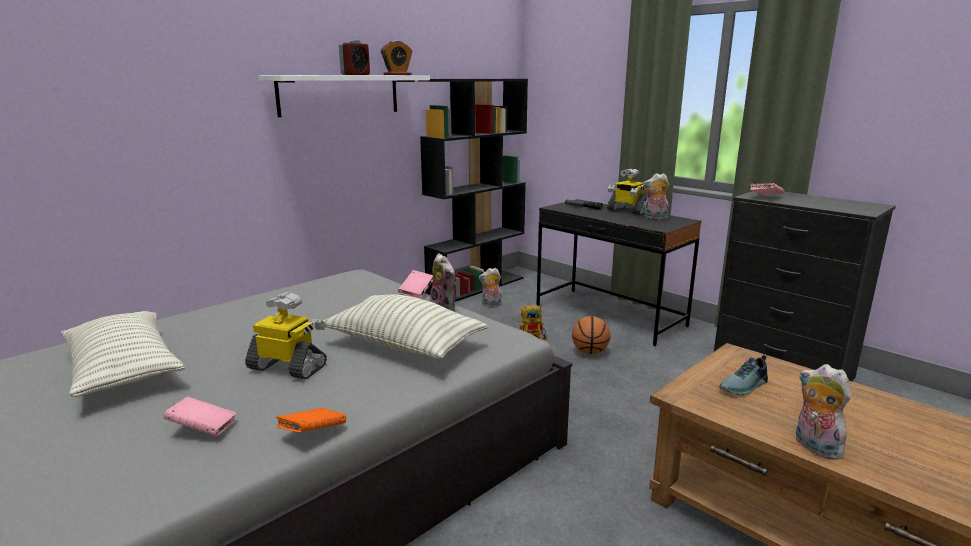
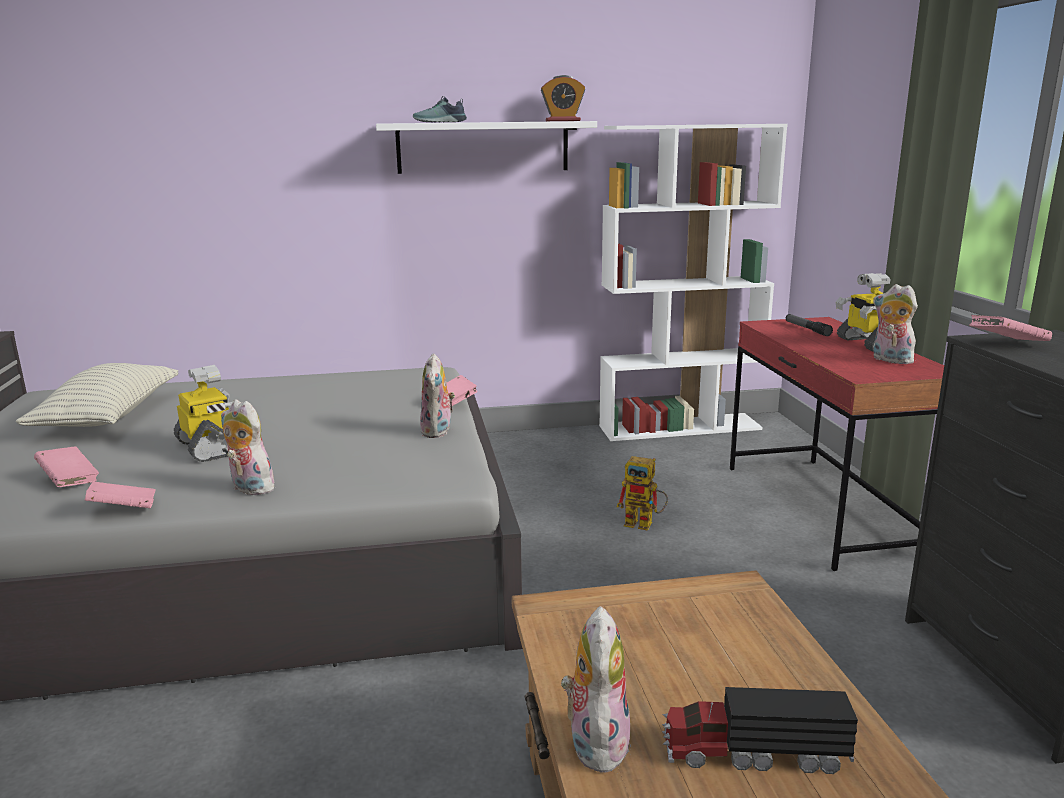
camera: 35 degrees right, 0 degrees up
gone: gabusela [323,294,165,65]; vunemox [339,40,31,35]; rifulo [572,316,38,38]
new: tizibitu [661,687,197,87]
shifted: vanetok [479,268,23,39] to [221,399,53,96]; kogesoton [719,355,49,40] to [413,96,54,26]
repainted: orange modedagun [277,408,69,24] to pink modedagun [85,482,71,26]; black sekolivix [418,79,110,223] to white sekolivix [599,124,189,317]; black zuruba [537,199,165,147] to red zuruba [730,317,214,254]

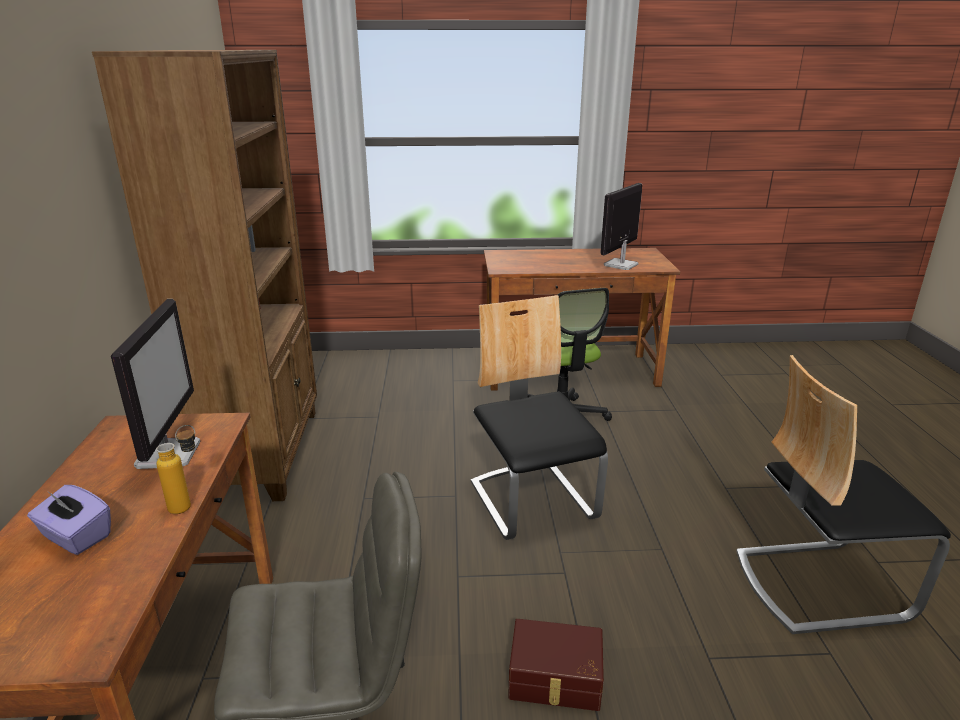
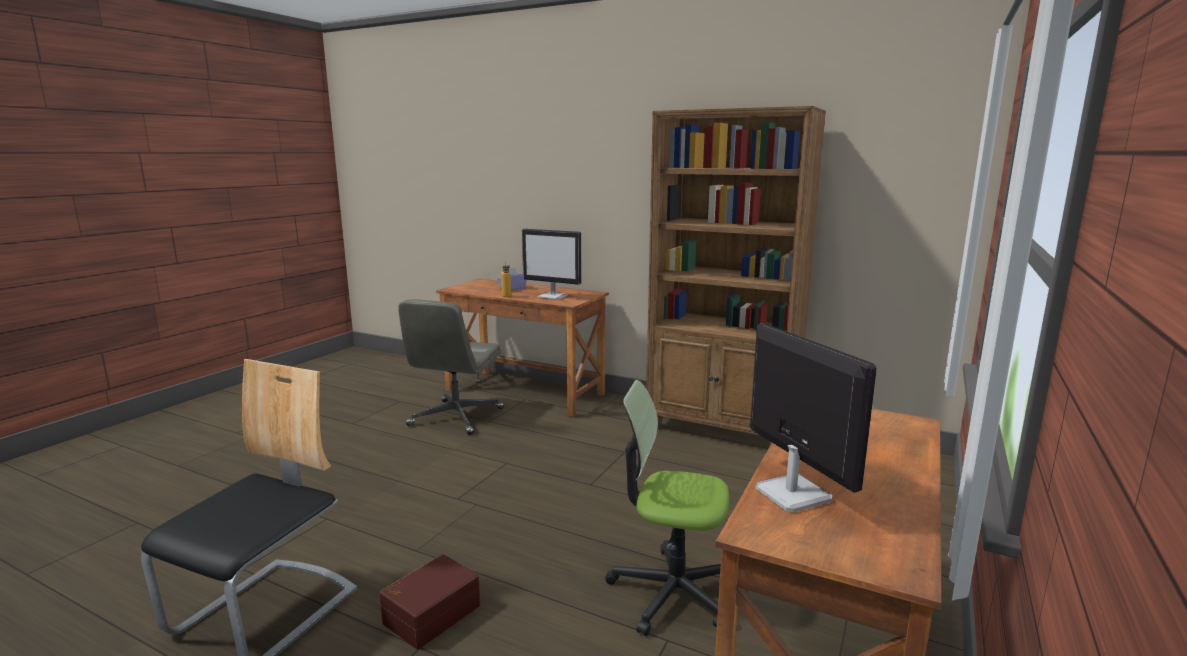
camera: 120 degrees right, 10 degrees down
gone: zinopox [471,295,137,245]
shifted: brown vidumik [508,619,96,92] to [379,554,101,96]

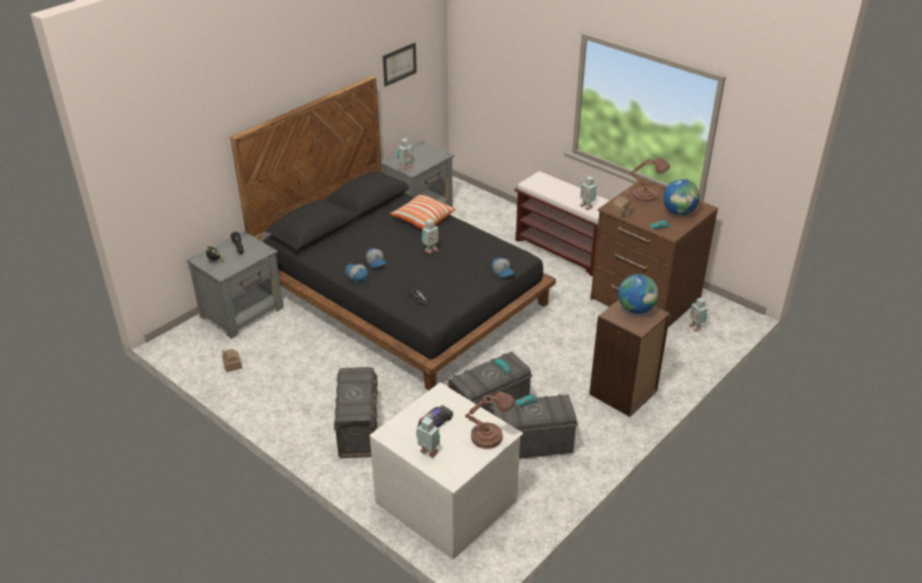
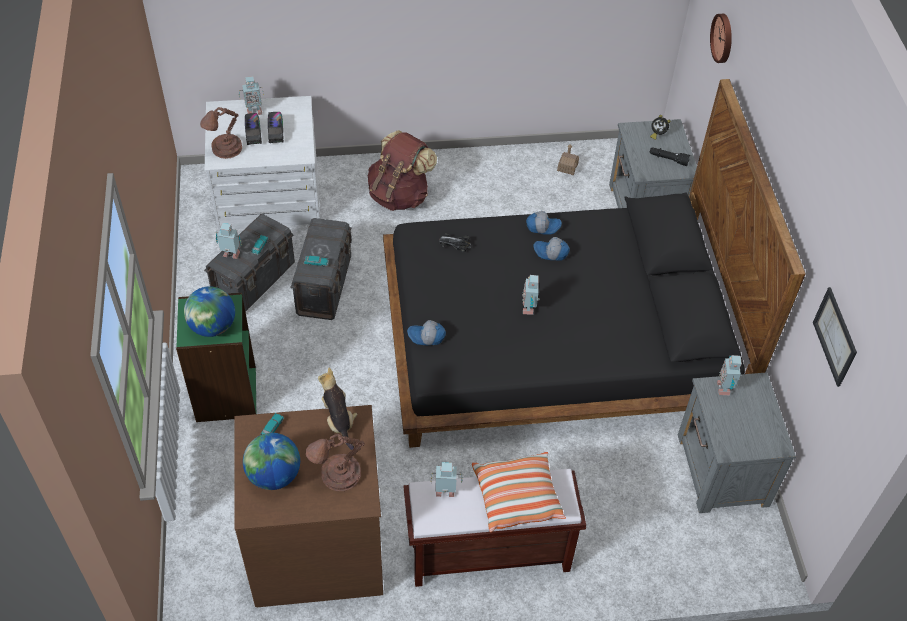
camera: 130 degrees right, 15 degrees up
new: tizibitu [245,113,17,32]; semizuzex [710,14,22,49]
shifted: gabusela [390,194,66,35] to [472,452,94,80]; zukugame [688,297,20,35] to [216,223,26,36]
swapped: grey vidumik [334,367,44,91] to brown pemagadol [368,130,69,81]; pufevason [611,190,23,28] to vanetok [318,368,39,82]
repainted: brown sekolivix [589,300,81,117] to green sekolivix [176,293,80,129]

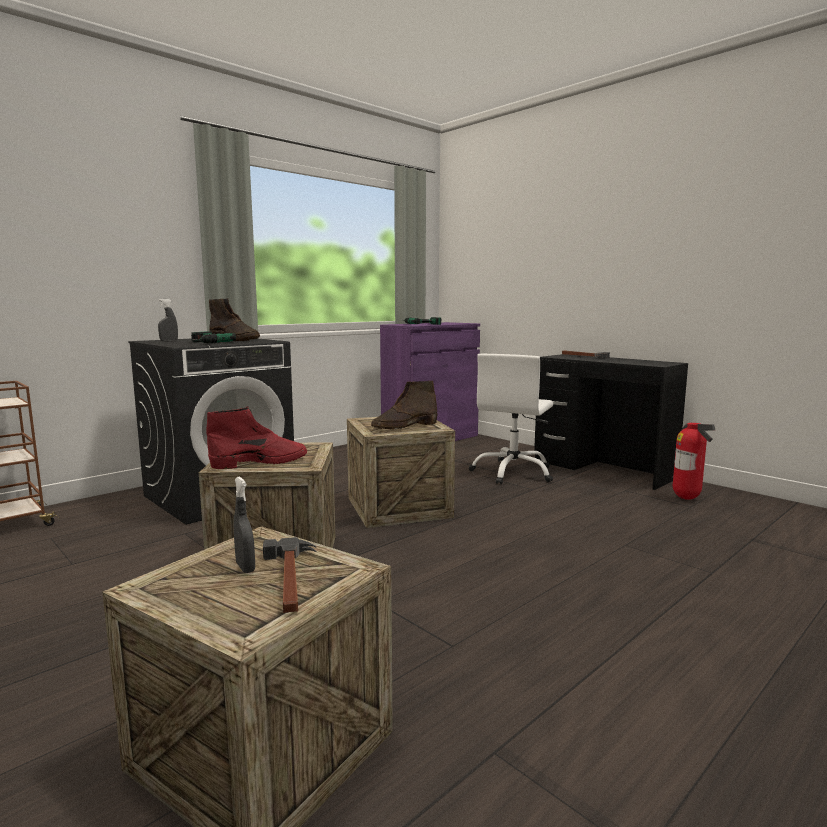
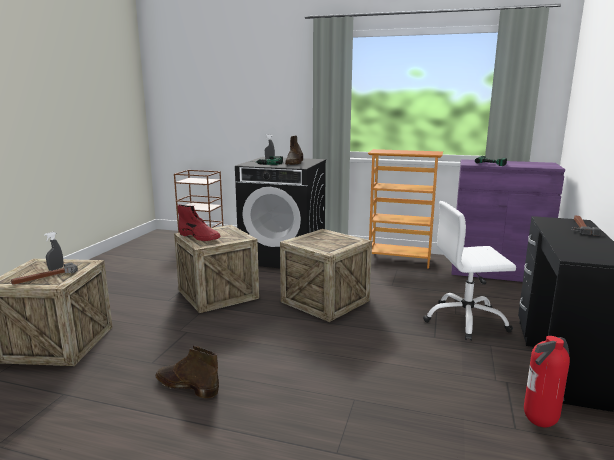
camera: 60 degrees right, 5 degrees up
new: sekolivix [368,149,75,119]
shifted: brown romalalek [371,381,67,48] to [155,346,64,52]

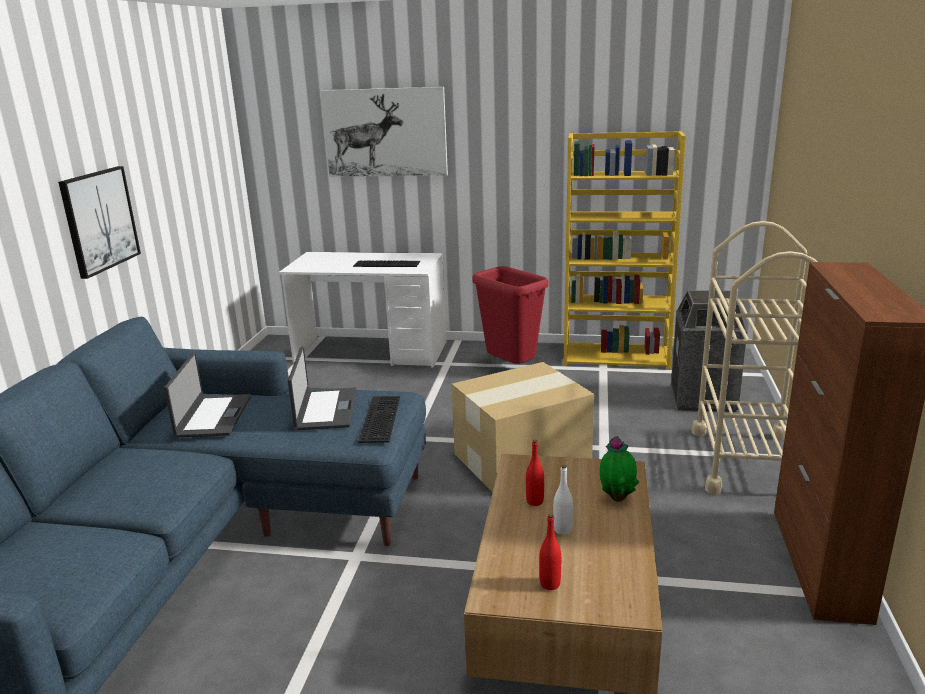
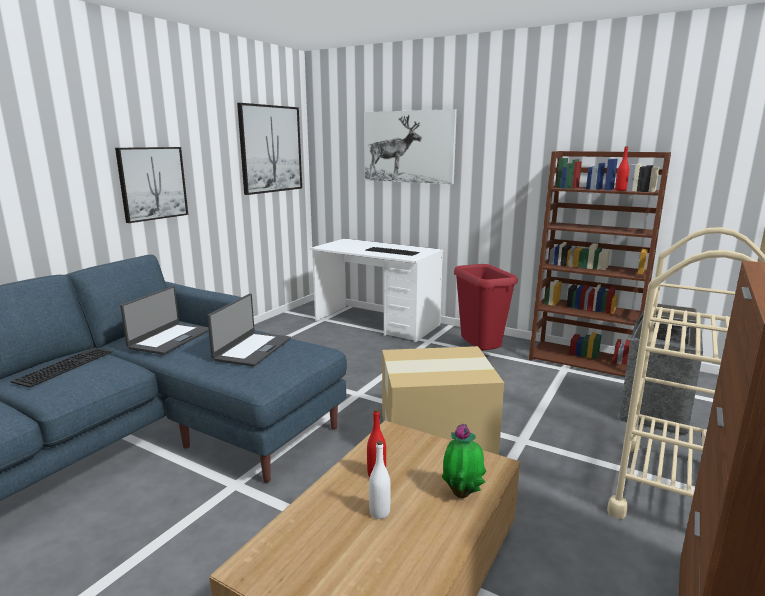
camera: 20 degrees right, 5 degrees down
new: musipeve [237,103,65,92]
shifted: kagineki [358,396,42,47] to [11,347,102,41]; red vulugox [539,514,22,76] to [615,146,14,45]
repainted: yellow sekolivix [563,131,123,238] to brown sekolivix [529,151,142,226]

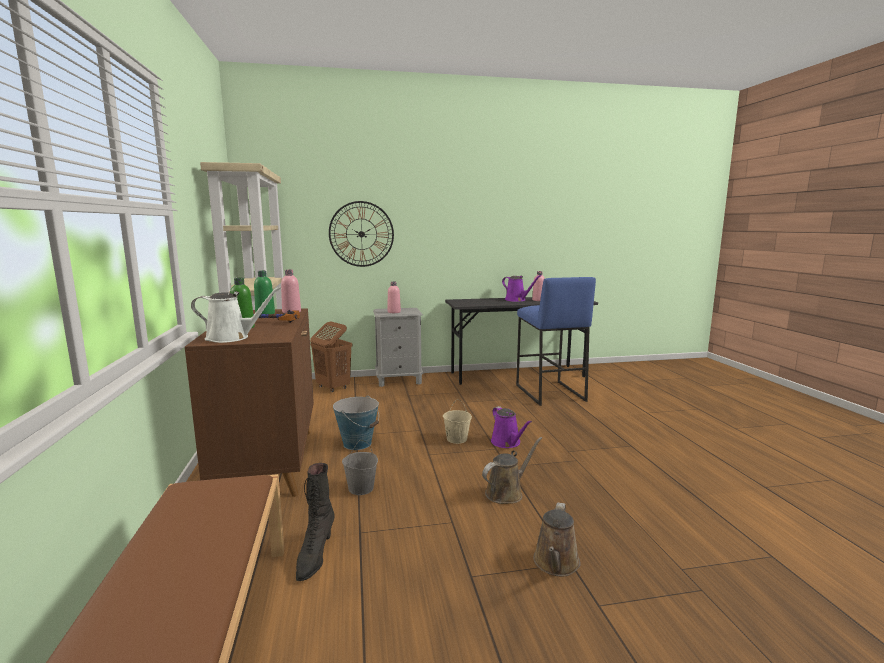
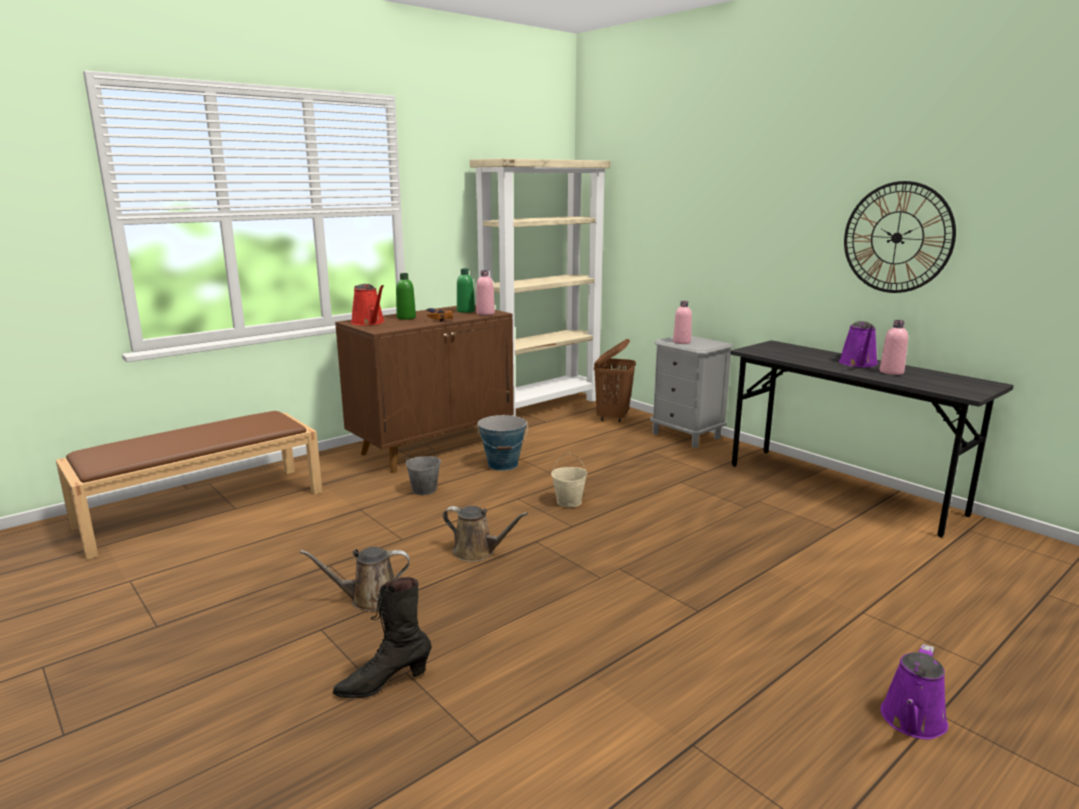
camera: 60 degrees right, 5 degrees up
gone: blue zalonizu [516,277,80,129]
shifted: black romalalek [296,463,38,118] to [333,577,99,121]; semizuzex [329,201,65,66] to [844,181,112,112]; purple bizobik [491,406,41,42] to [881,644,67,96]
repainted: white bizobik [191,287,90,56] to red bizobik [351,284,33,42]

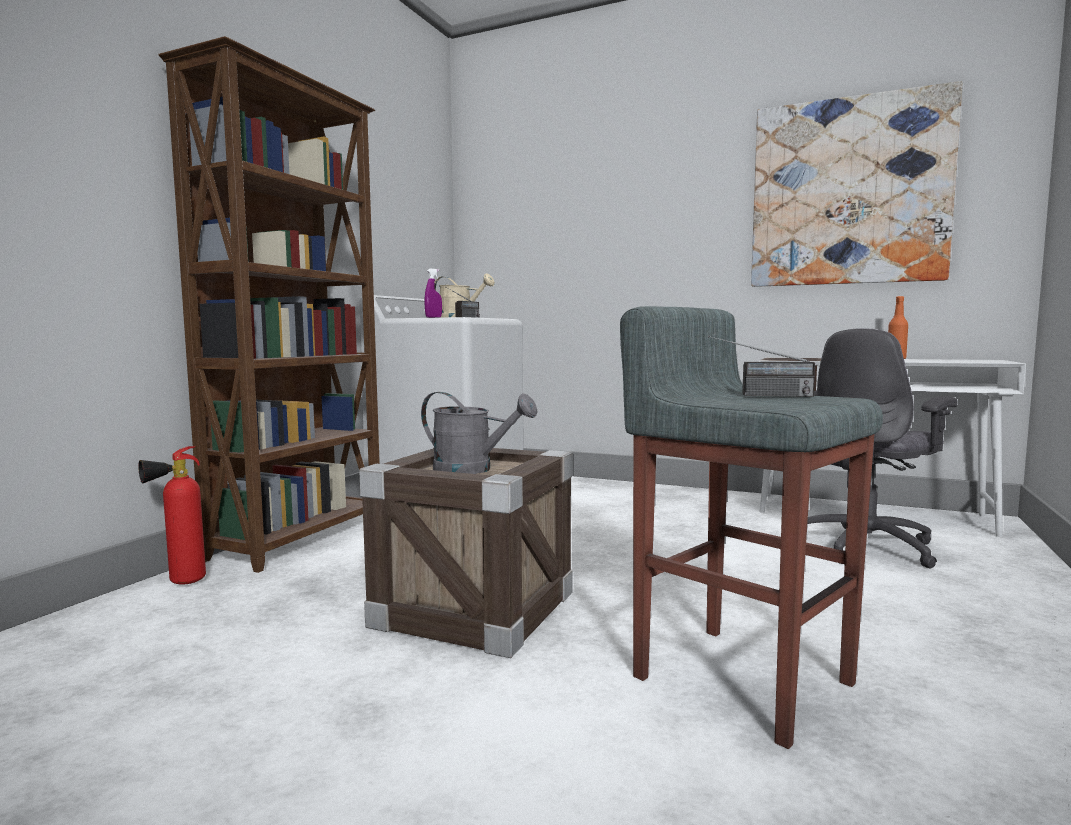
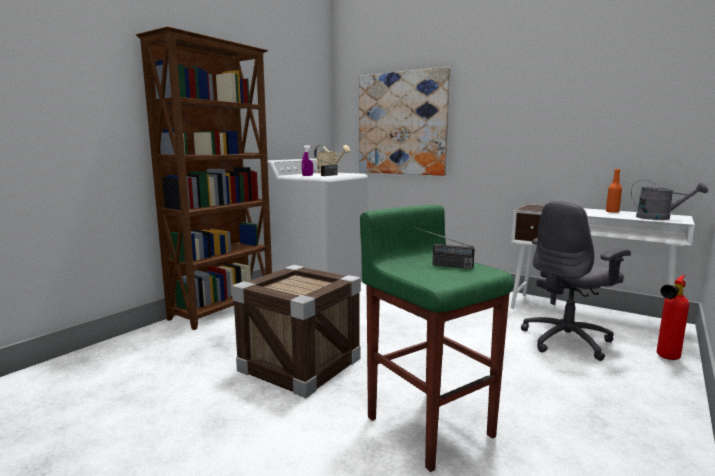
camera: 10 degrees right, 5 degrees up
shifted: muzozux [138,446,68,139] to [657,275,32,85]; grey bizobik [421,392,117,82] to [631,180,77,40]; musipeve [751,81,212,206] to [359,67,91,109]
repainted: grey zalonizu [620,306,263,443] to green zalonizu [360,204,154,268]

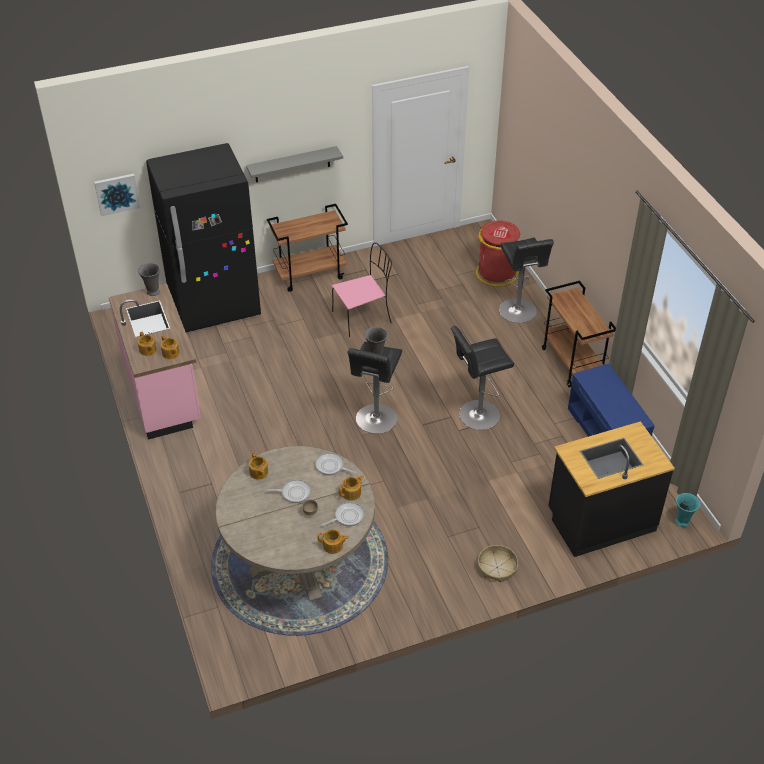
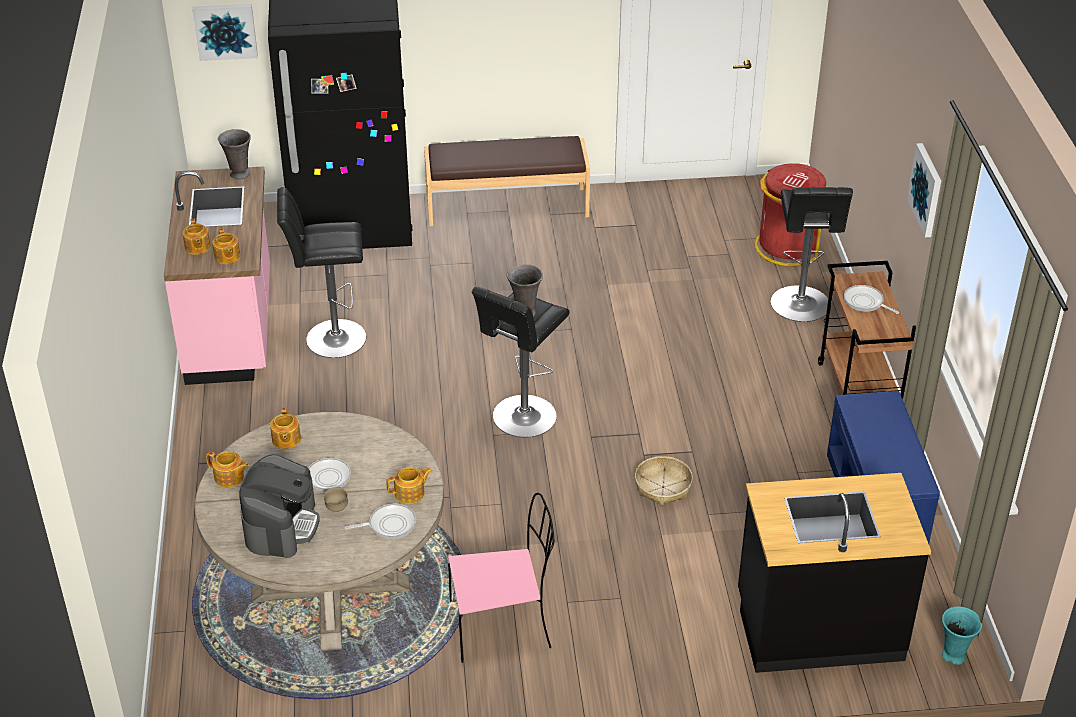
camera: 15 degrees right, 5 degrees down
gone: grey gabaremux [246,146,97,36]
new: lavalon [239,454,80,104]; musipeve [907,143,34,94]
shifted: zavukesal [315,453,41,22] to [844,285,55,29]; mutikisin [318,529,31,25] to [206,451,43,36]; pink zinopox [332,242,60,95] to [448,493,106,170]; black zalonizu [451,326,63,104] to [277,187,89,171]; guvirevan [478,545,40,38] to [635,456,58,50]
swapped: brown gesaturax [267,204,81,88] to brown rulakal [424,136,166,90]

